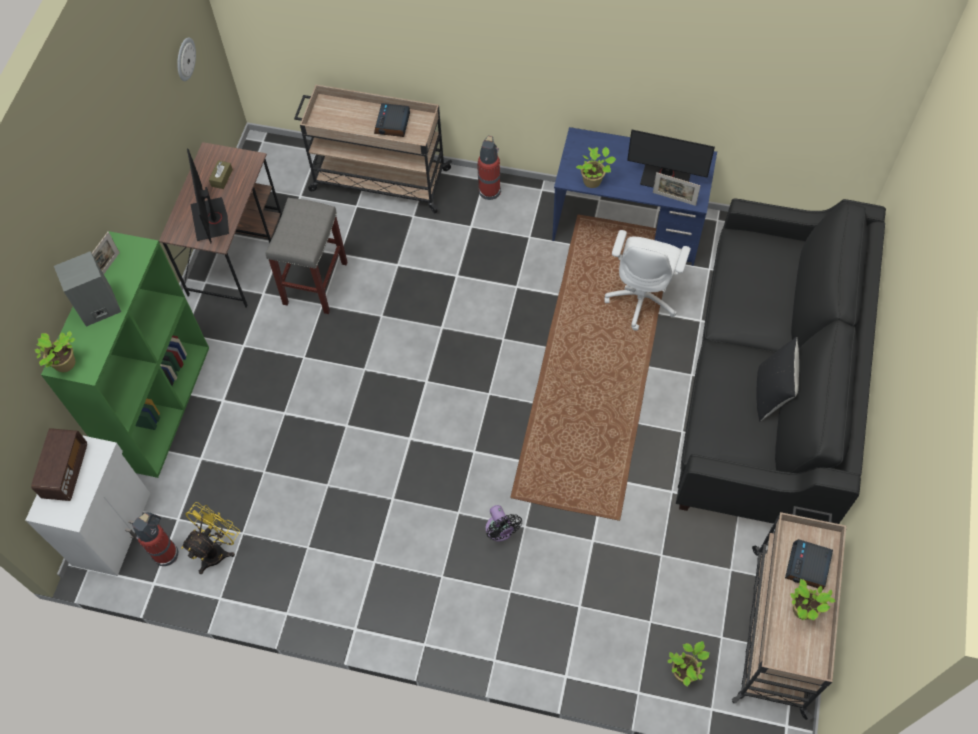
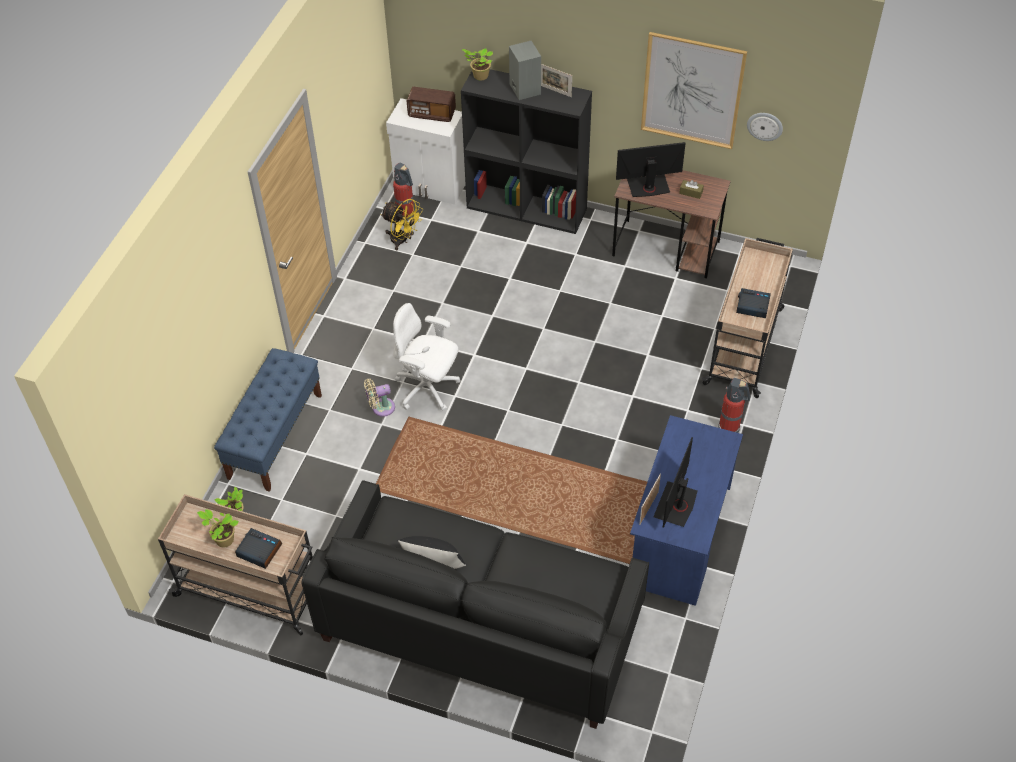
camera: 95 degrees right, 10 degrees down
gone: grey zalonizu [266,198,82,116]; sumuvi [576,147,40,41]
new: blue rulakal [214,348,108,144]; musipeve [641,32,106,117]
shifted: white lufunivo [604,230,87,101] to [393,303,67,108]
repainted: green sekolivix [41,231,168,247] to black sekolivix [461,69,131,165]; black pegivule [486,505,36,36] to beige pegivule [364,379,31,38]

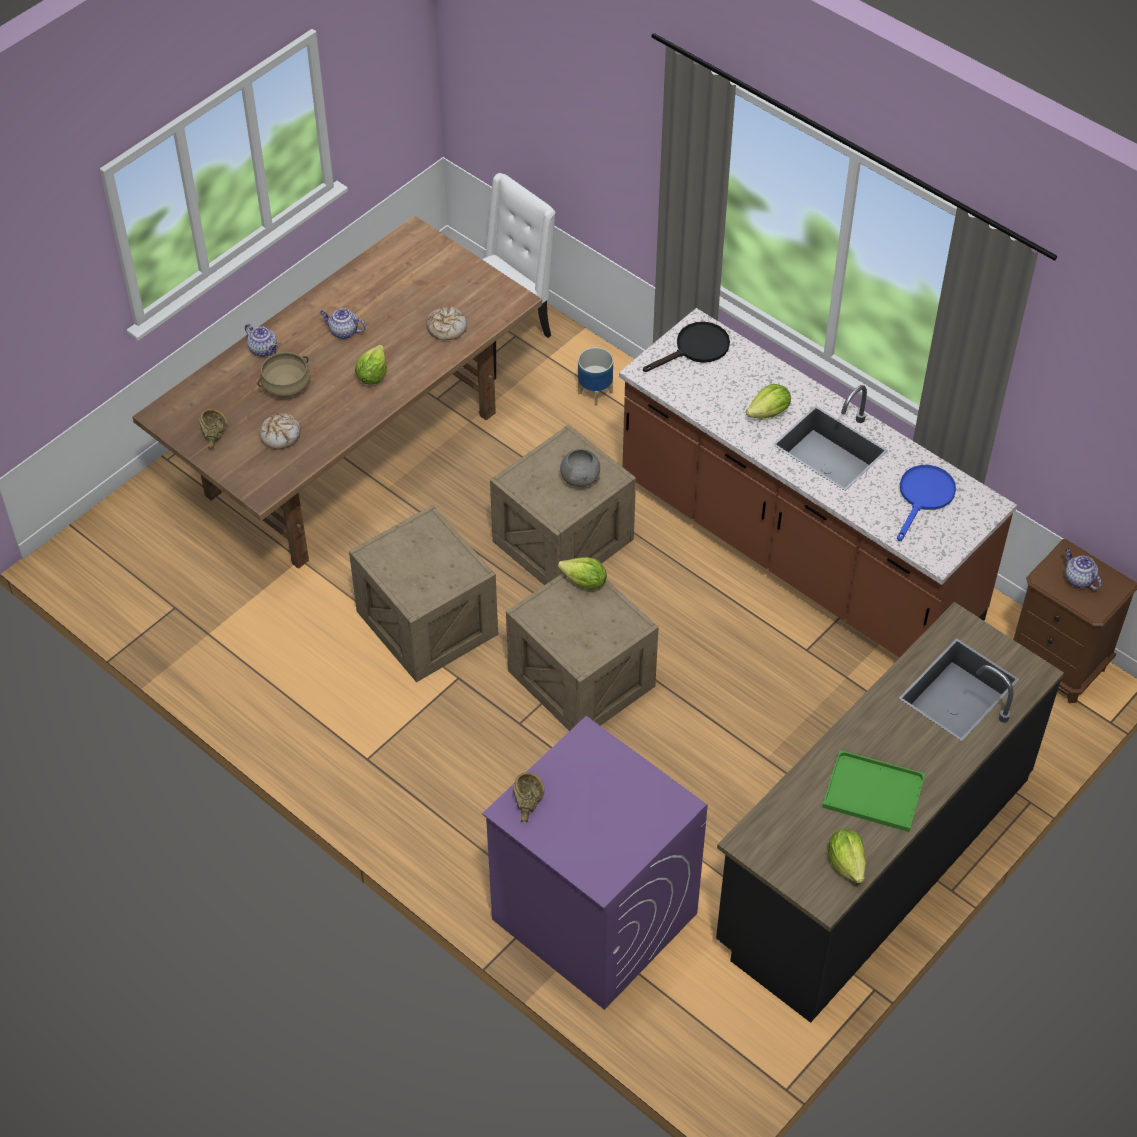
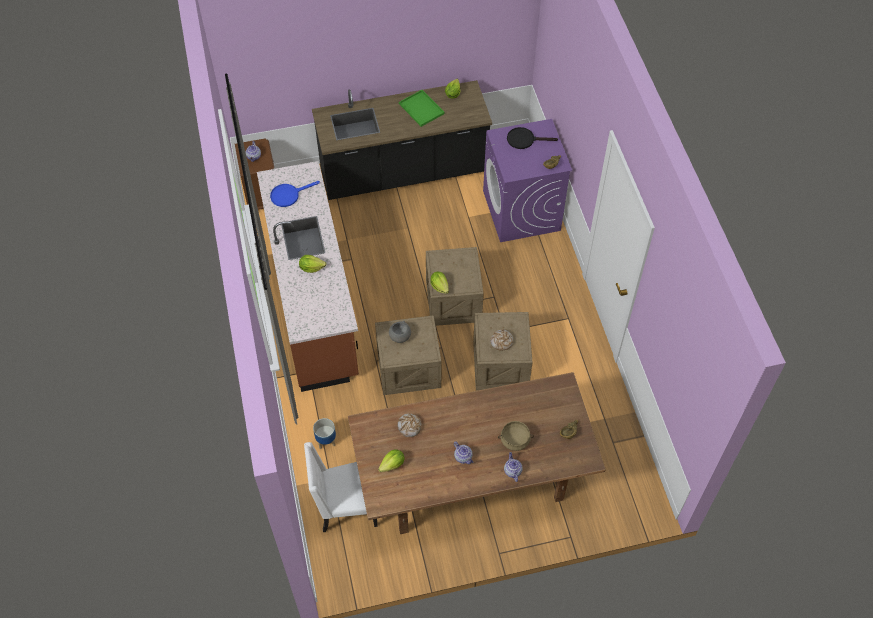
camera: 145 degrees left, 5 degrees up
shifted: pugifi [259,413,42,37] to [490,329,23,22]; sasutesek [355,345,32,40] to [378,450,26,22]; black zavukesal [643,322,87,50] to [507,127,51,22]

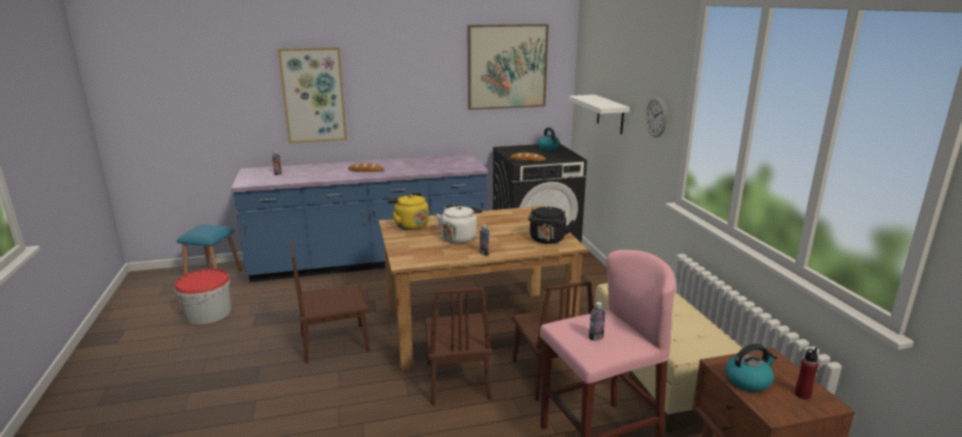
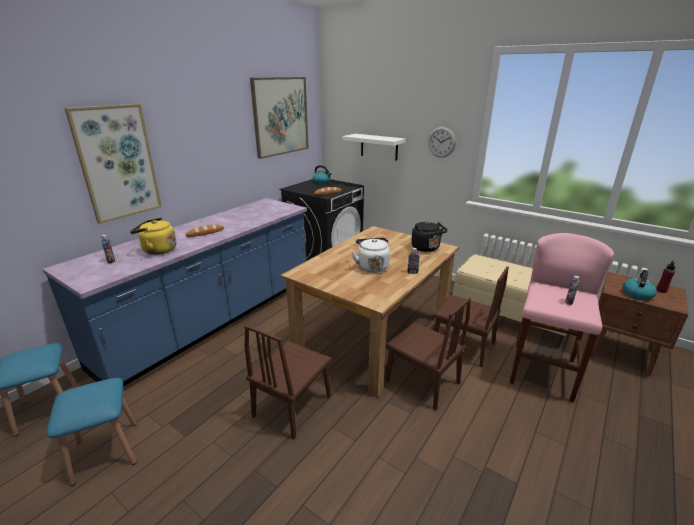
camera: 40 degrees left, 5 degrees up
shifted: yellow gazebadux [388,193,41,37] to [130,218,46,37]
swapped: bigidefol [174,268,57,56] to blue zalonizu [47,378,90,108]

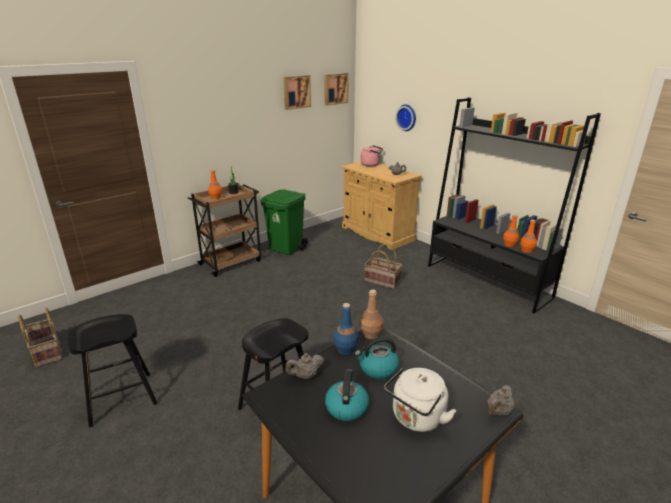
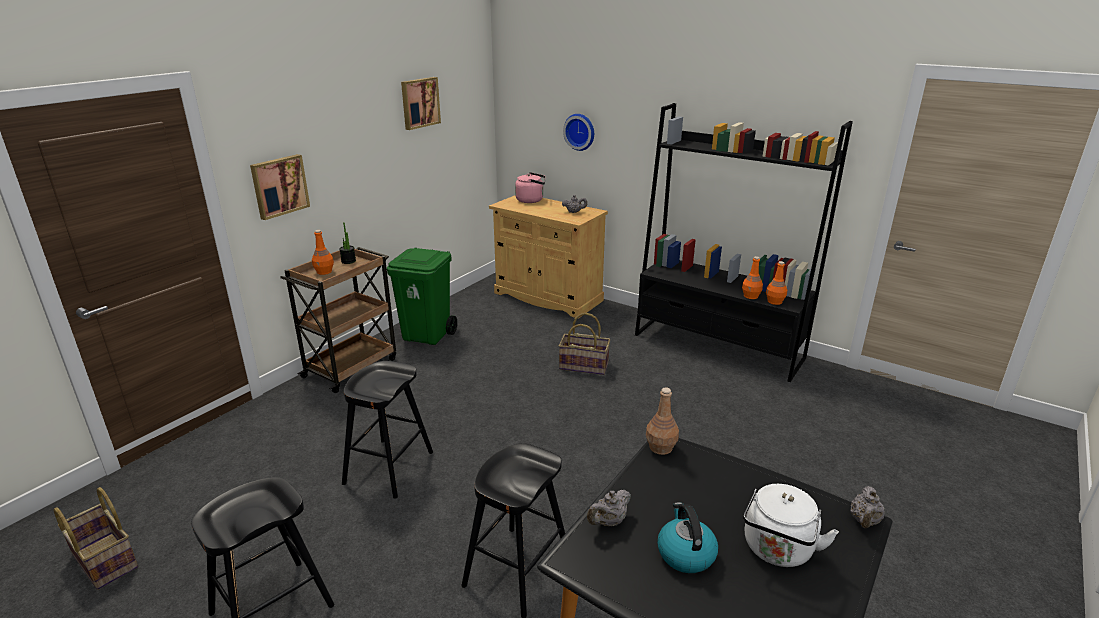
camera: 15 degrees left, 0 degrees up
gone: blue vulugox [333,303,26,52]; gazebadux [355,337,44,42]
new: black zalonizu [342,361,91,138]
shifted: musipeve [324,73,25,33] to [250,154,60,66]

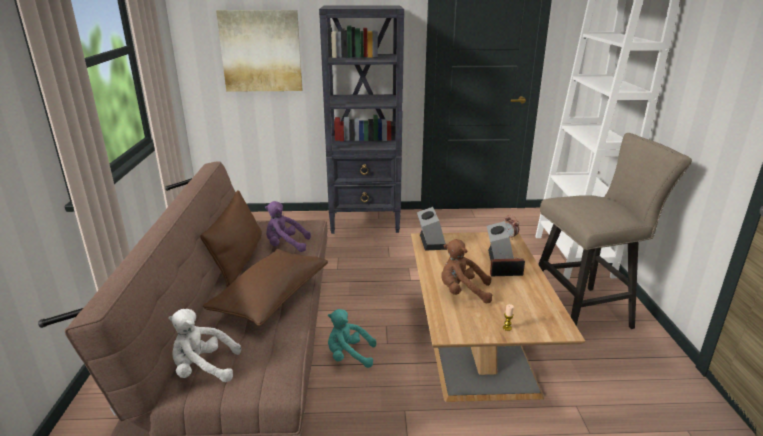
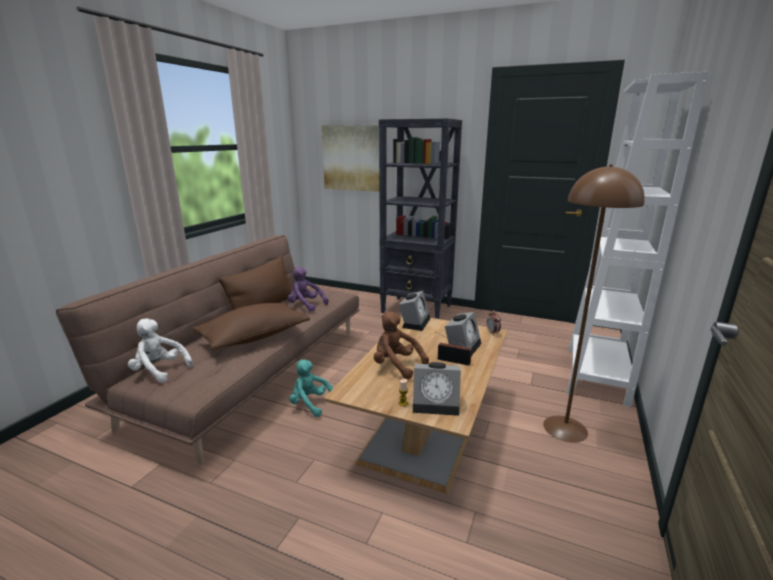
camera: 25 degrees right, 5 degrees down
new: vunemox [413,362,48,54]
swapped: beige zalonizu [538,133,154,196] to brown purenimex [543,164,102,279]

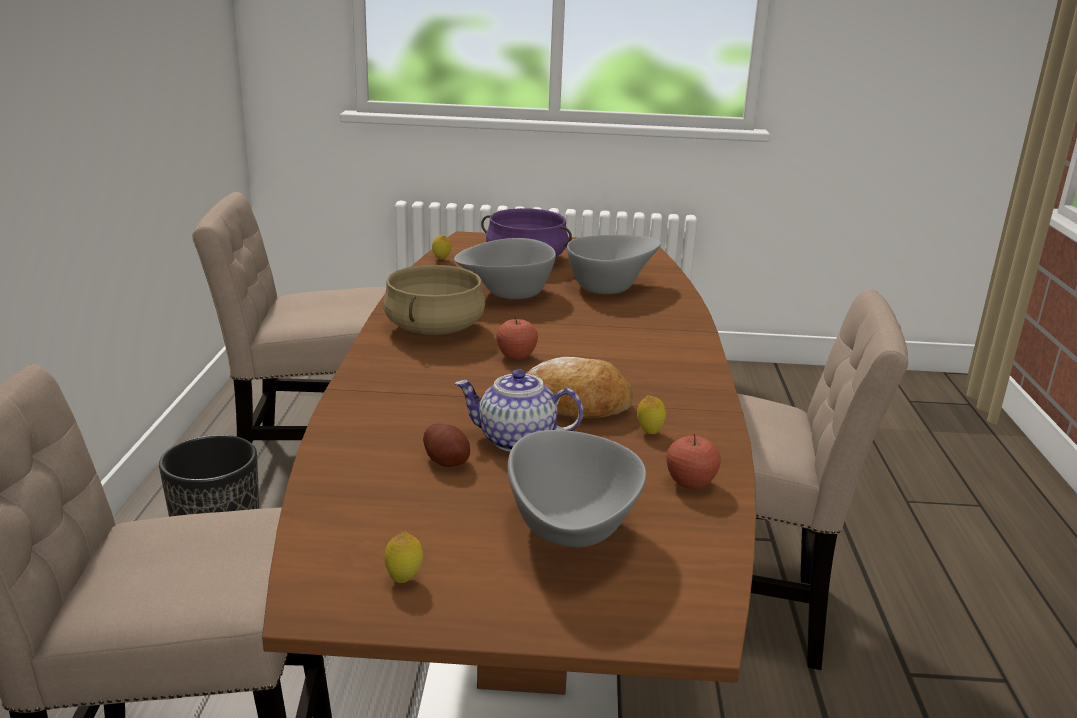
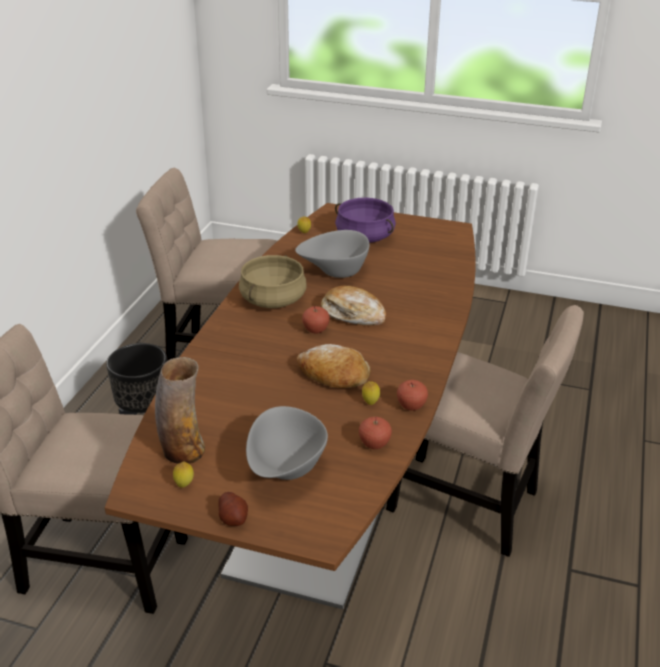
camera: 15 degrees right, 10 degrees up
gone: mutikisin [455,369,128,83]; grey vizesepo [567,235,94,59]
new: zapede [155,357,50,107]; pugifi [321,286,65,39]; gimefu [397,380,31,31]
shifted: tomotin [423,424,47,43] to [218,492,30,34]

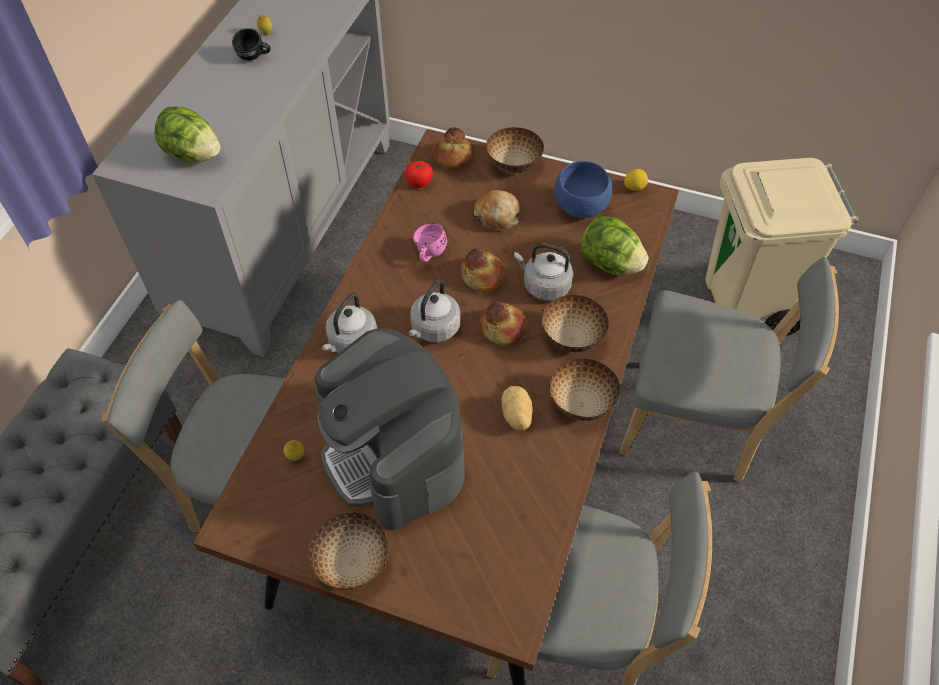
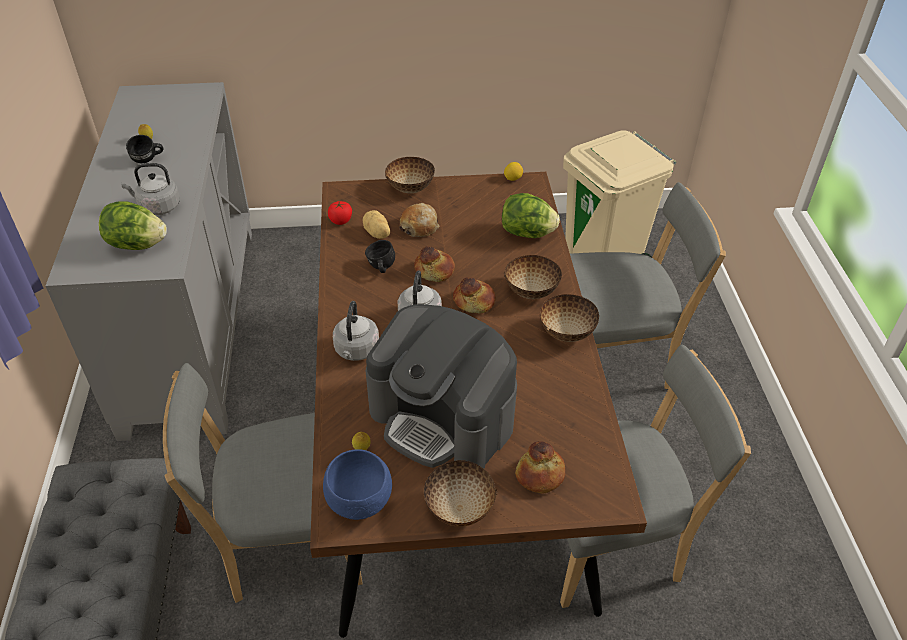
camera: 25 degrees left, 10 degrees down
shifted: pugifi [432,127,42,42] to [515,441,50,53]; tomotin [502,386,31,45] to [362,210,28,29]; grey gazebadux [514,243,59,58] to [121,163,59,52]; blue vizesepo [554,161,58,57] to [323,449,69,71]
repainted: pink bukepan [413,223,34,39] to black bukepan [365,240,30,33]

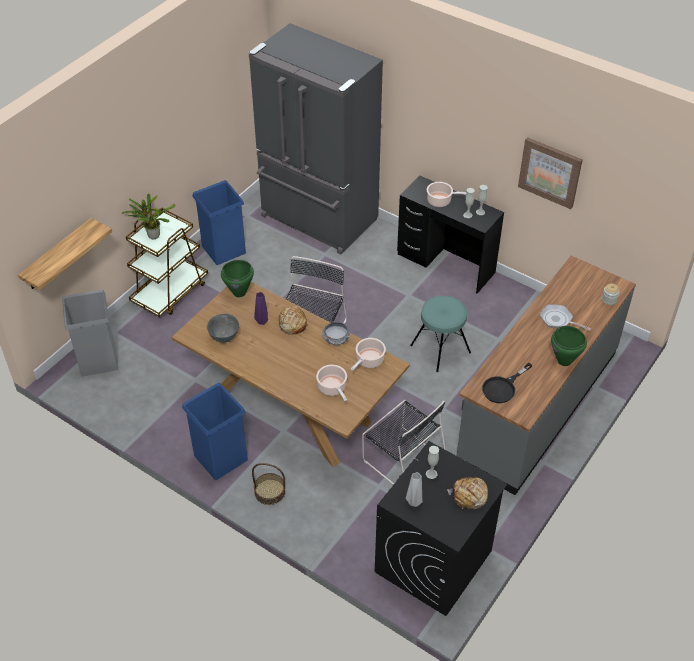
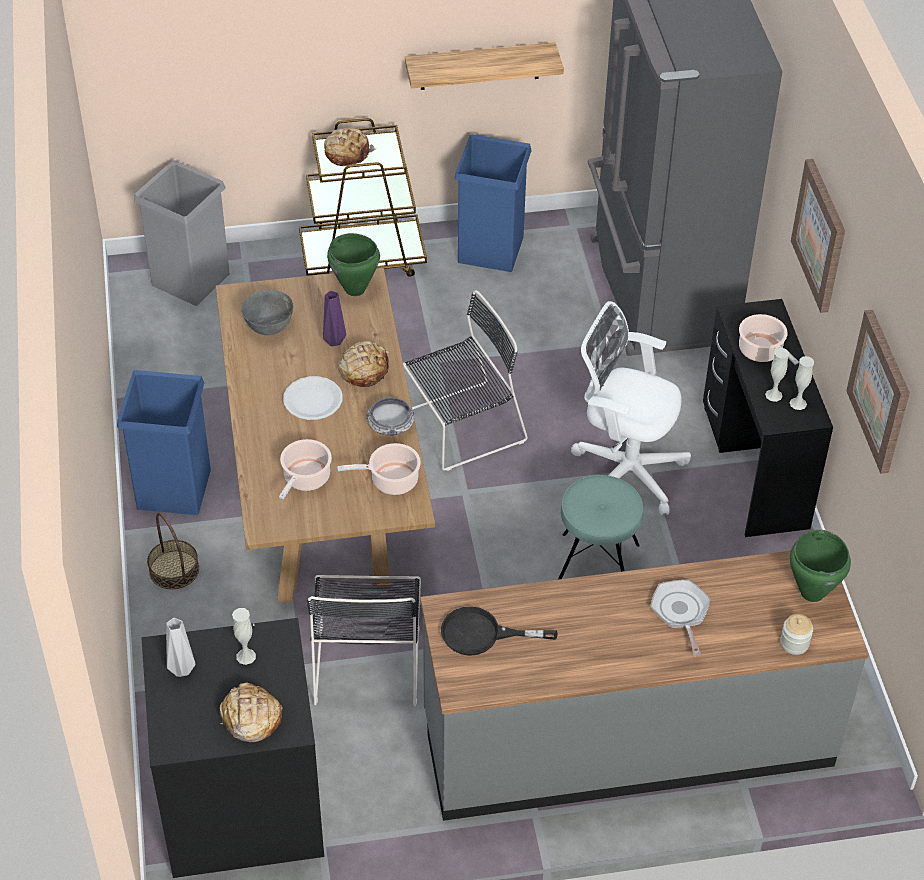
camera: 45 degrees right, 0 degrees up
new: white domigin [283,376,60,44]; white lufunivo [571,301,120,214]; musipeve [791,159,54,154]
shifted: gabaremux [18,218,94,72] to [405,42,159,48]; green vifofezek [551,326,36,40] to [790,530,61,72]
swapped: sumuvi [122,194,53,45] to pugifi [324,128,52,38]

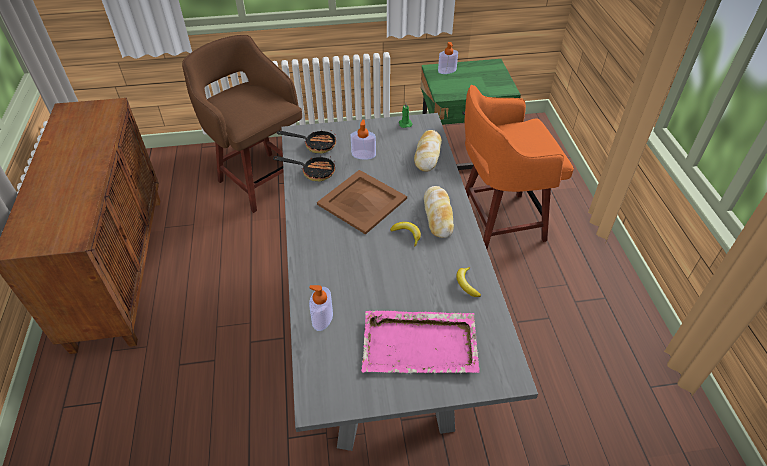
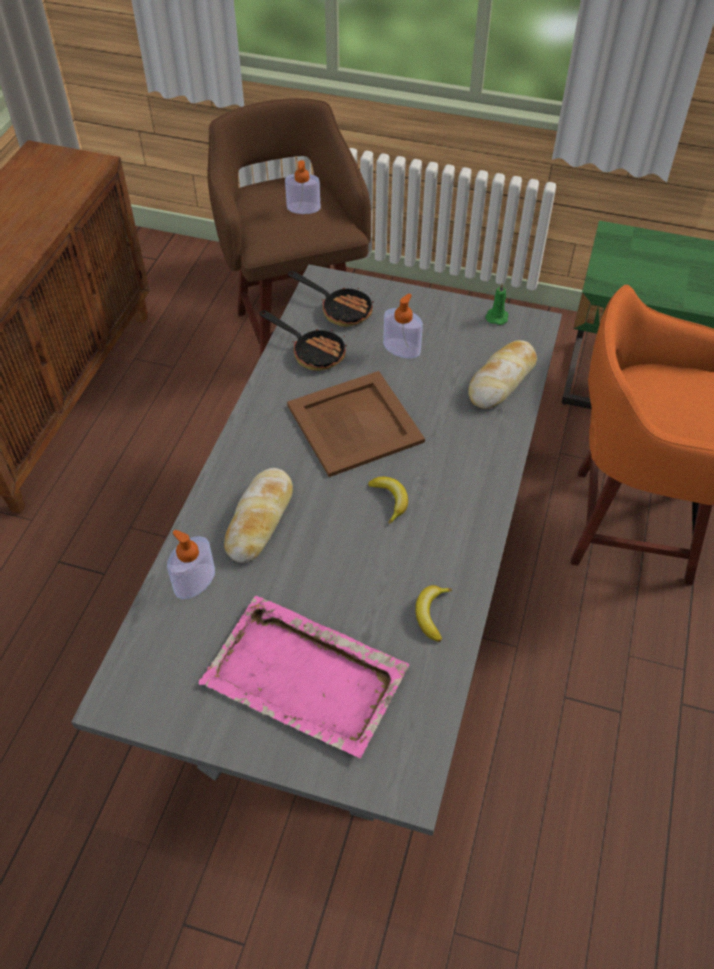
camera: 25 degrees right, 5 degrees up
shifted: pugifi [424,186,30,52] to [224,468,69,95]; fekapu [438,42,20,32] to [285,160,36,54]

